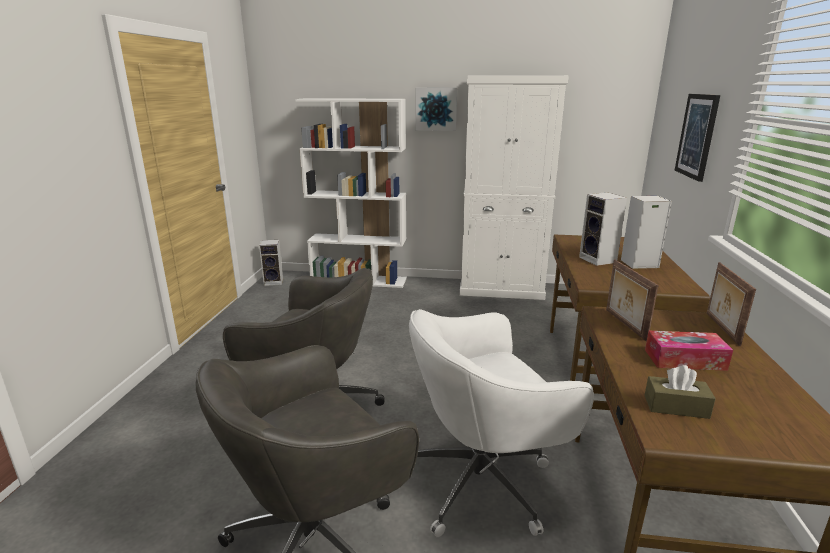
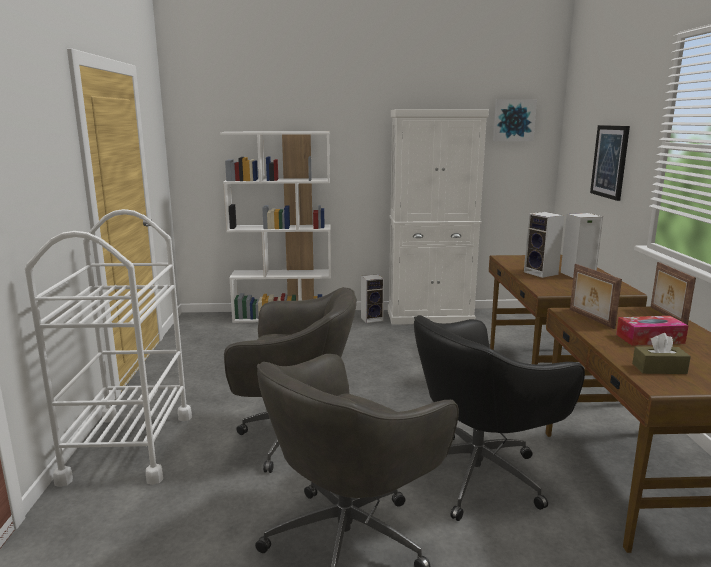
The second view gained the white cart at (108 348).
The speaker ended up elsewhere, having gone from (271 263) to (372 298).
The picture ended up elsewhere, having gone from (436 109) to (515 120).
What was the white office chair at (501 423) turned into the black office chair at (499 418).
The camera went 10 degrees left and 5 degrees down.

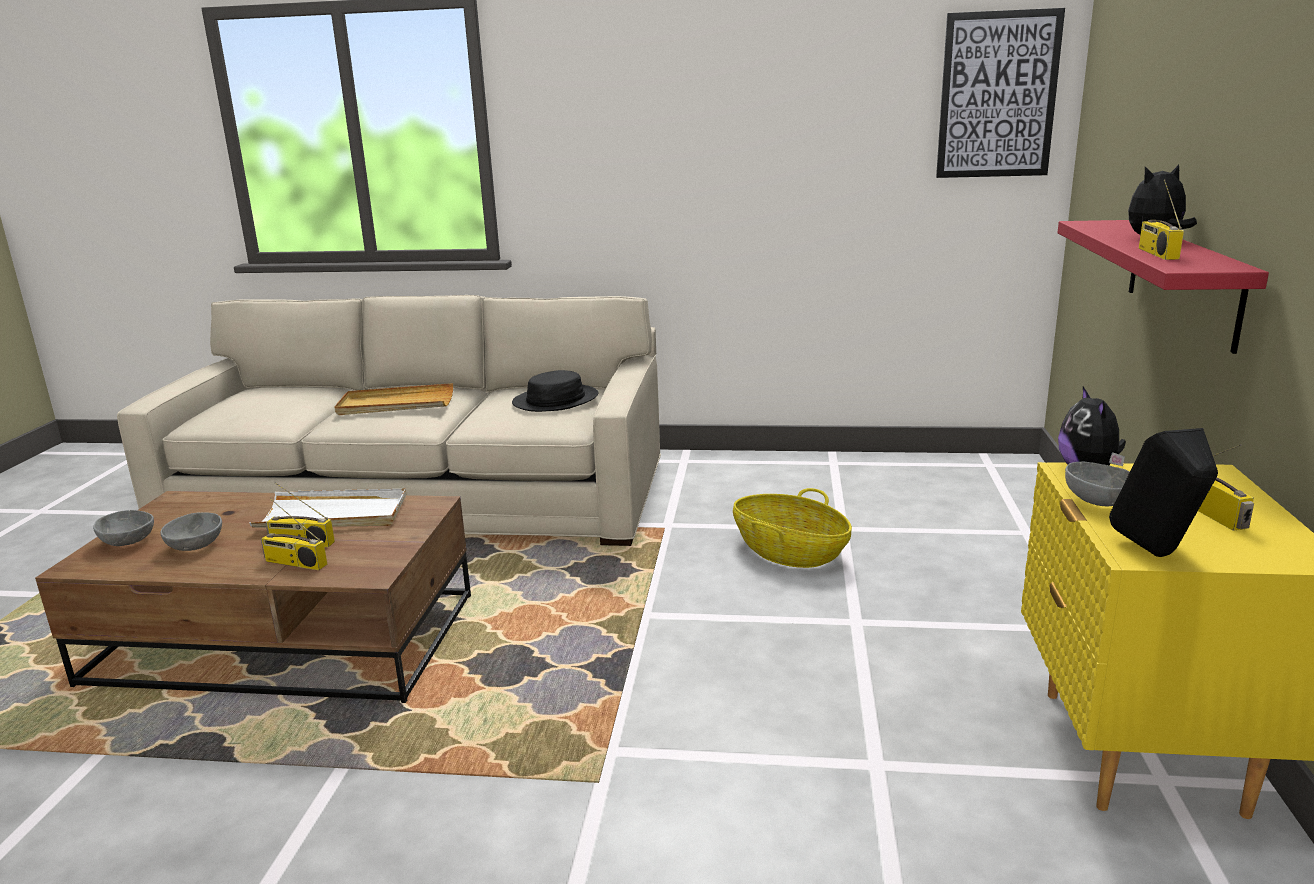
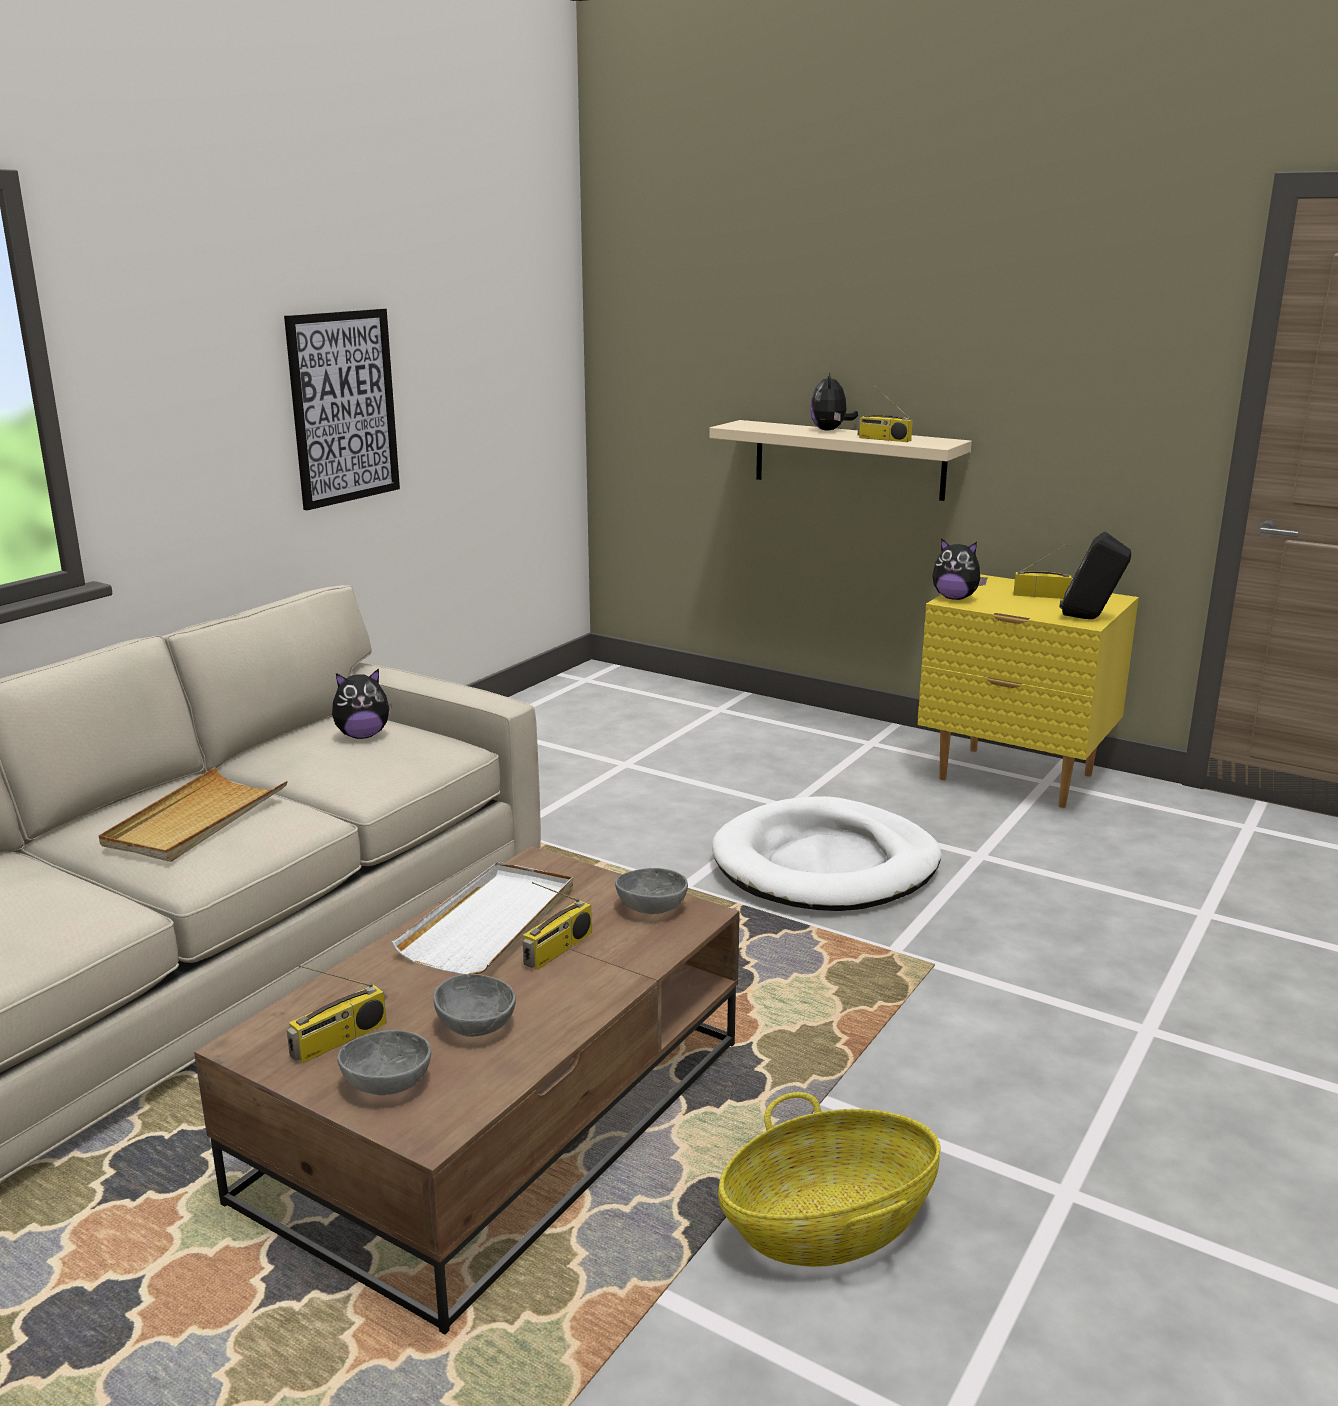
The second view gained the white dog bed at (826 853).
The radio ended up elsewhere, having gone from (294 534) to (337 1014).
The basket ended up elsewhere, having gone from (792 528) to (829 1179).
The picture ended up elsewhere, having gone from (1000 93) to (342 409).
The grey bowl ended up elsewhere, having gone from (1097 484) to (651 891).
Where the black hat stood at (555 391), the plush toy came to stand at (362 704).
What was the red shelf at (1163 287) turned into the beige shelf at (840 460).
The camera went 65 degrees left and 0 degrees up.

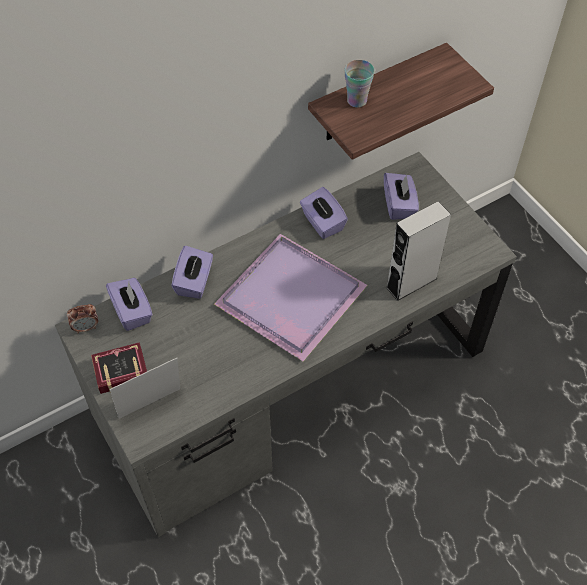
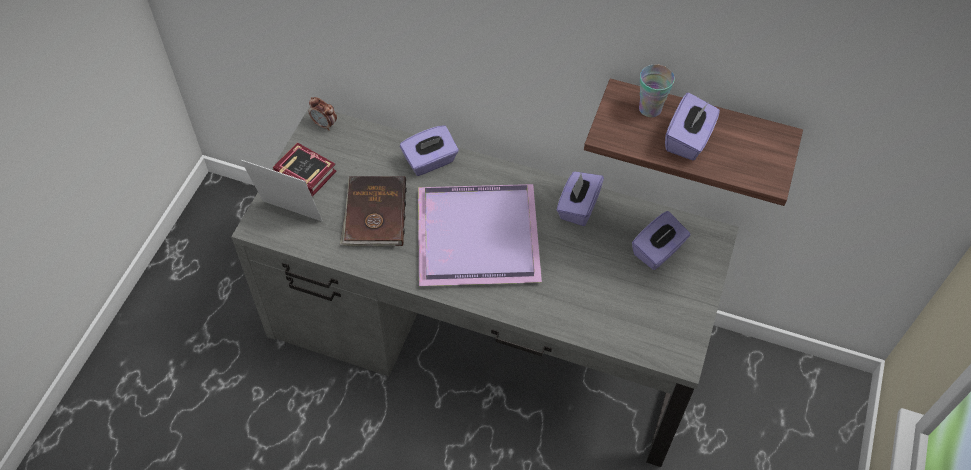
The second view lost the grey speaker at (418 251).
The second view gained the brown book at (373 211).
The purple tissue box ended up elsewhere, having gone from (129 304) to (692 126).
The camera went 50 degrees right and 0 degrees up.

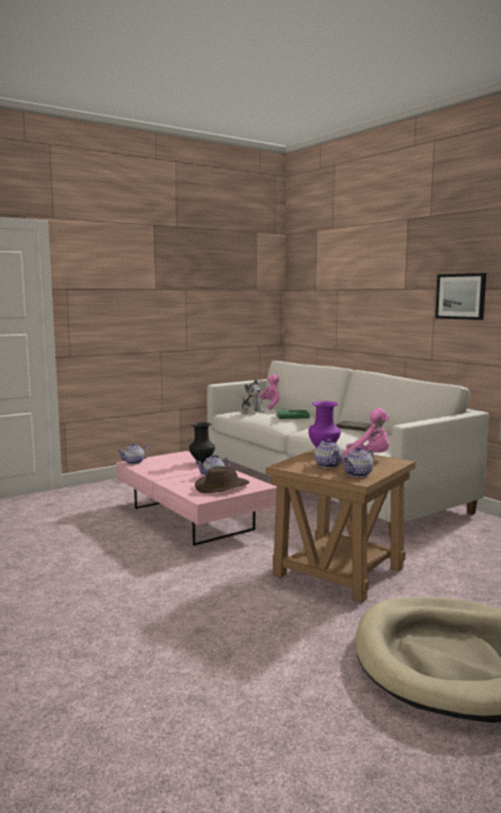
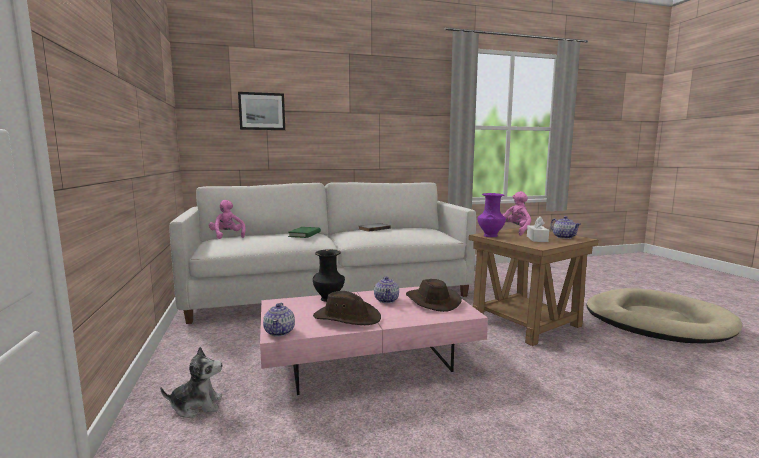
The second view gained the brown hat at (347 308).
The plush toy ended up elsewhere, having gone from (253 397) to (191 382).
The picture ended up elsewhere, having gone from (460 296) to (261 111).
Where the teapot stood at (329 453), the white tissue box came to stand at (538 229).
The camera went 70 degrees left and 0 degrees up.

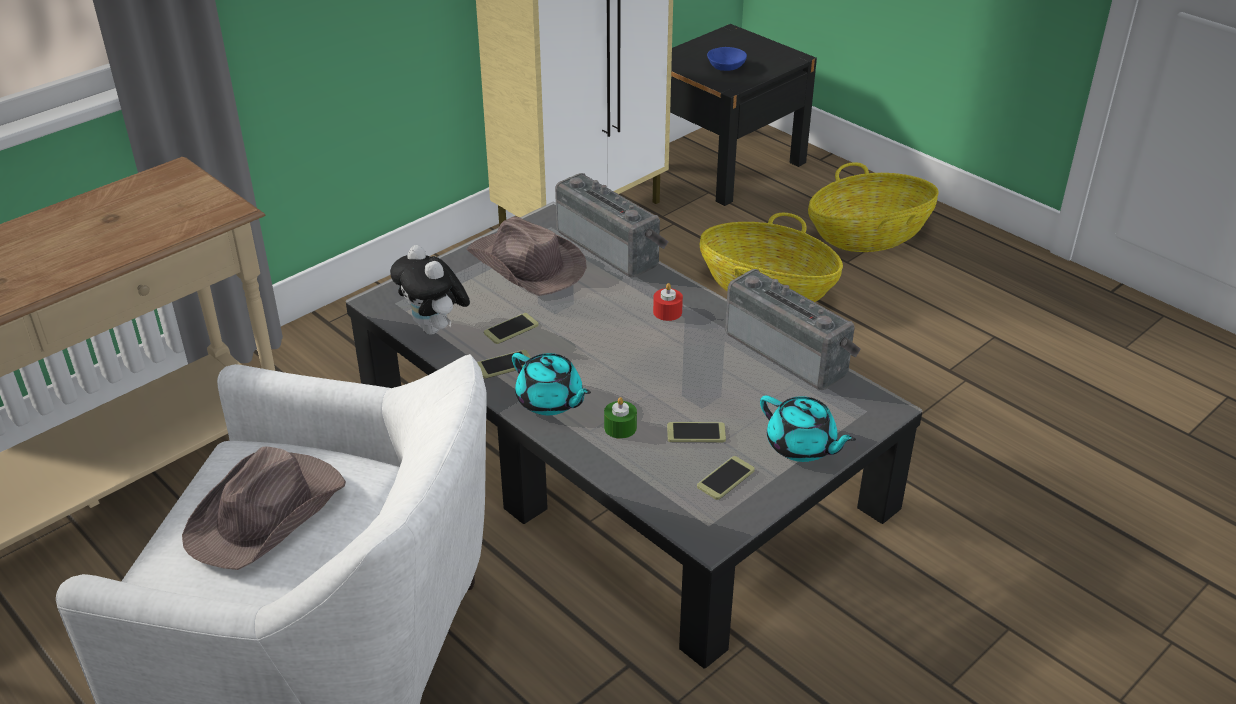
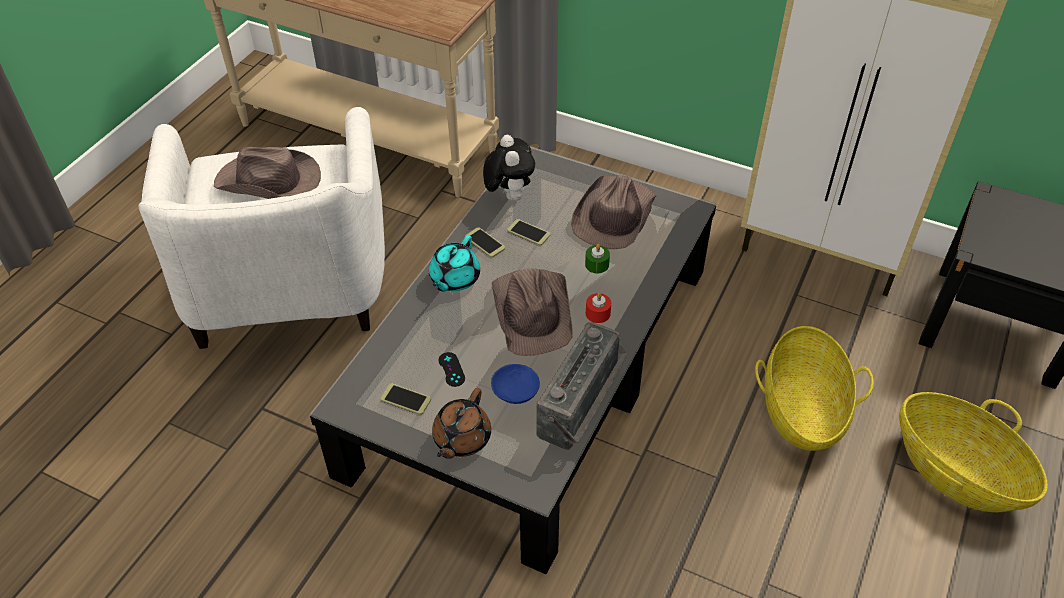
The second view lost the radio at (611 225).
The second view gained the brown hat at (532 312).
The green candle ended up elsewhere, having gone from (620 418) to (597 259).
The blue bowl ended up elsewhere, having gone from (727 59) to (515 384).
Where the phone stood at (696 432), the black game controller came to stand at (451 369).
What was the turquoise teapot at (808 428) turned into the brown teapot at (461 423).
The plush toy at (430 290) ended up facing another way, 135 degrees clockwise from before.
The camera went 70 degrees right and 10 degrees up.

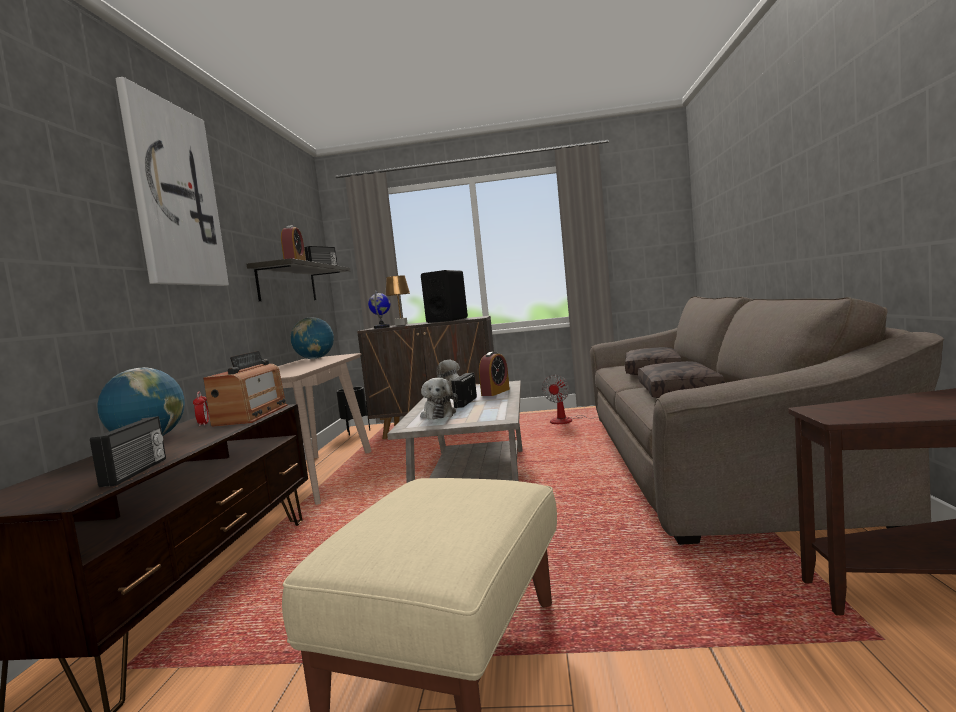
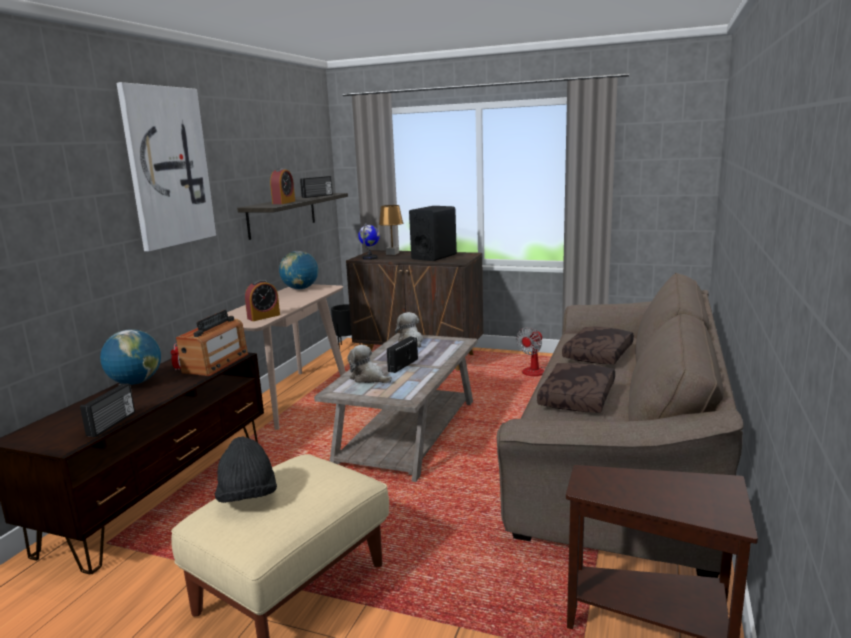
The second view gained the black hat at (246 469).
The alarm clock ended up elsewhere, having gone from (494 374) to (262 300).
The plush toy at (439 398) ended up facing another way, 120 degrees clockwise from before.
The camera went 15 degrees right and 10 degrees up.

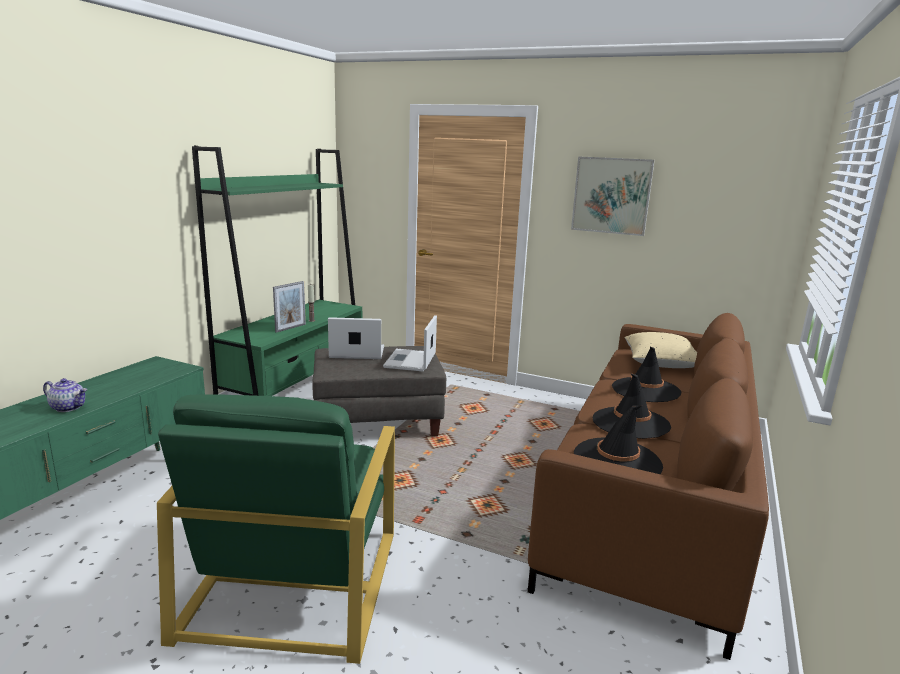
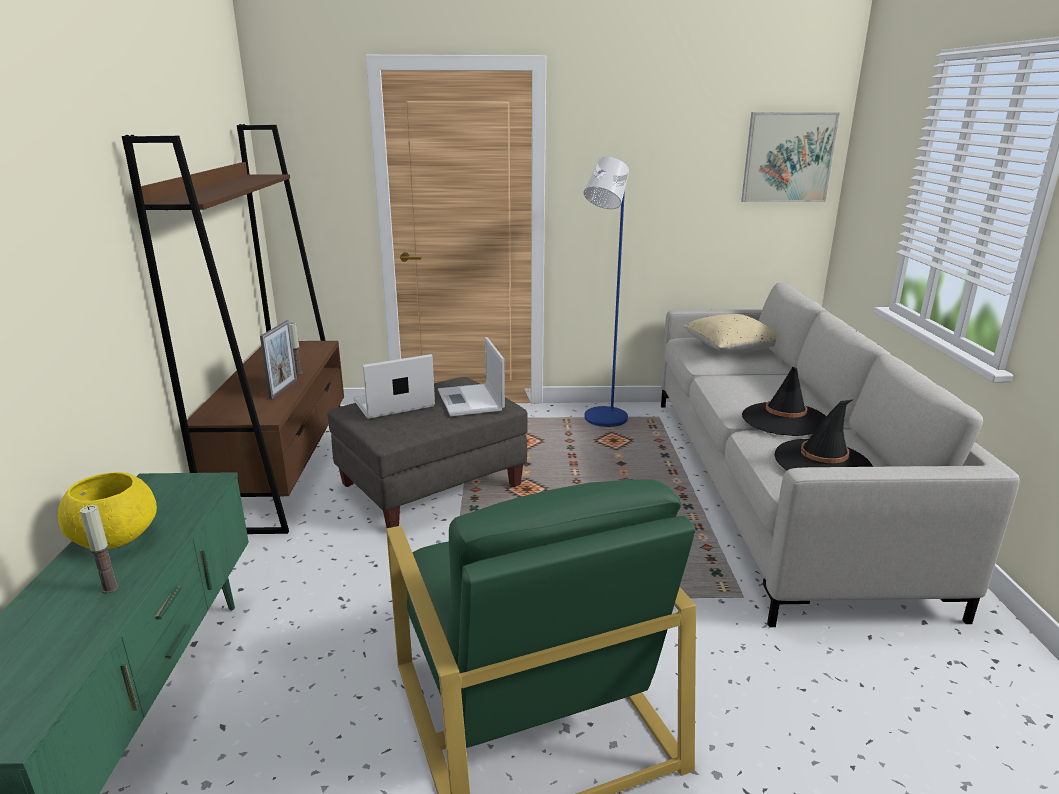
The second view lost the black hat at (646 374).
The second view gained the yellow bowl at (107 510).
The second view gained the blue floor lamp at (606 292).
The picture ended up elsewhere, having gone from (613 196) to (790 157).
Where the teapot stood at (65 395), the candle came to stand at (99 549).
What was the green bookcase at (277 271) turned into the brown bookcase at (233 329).
What was the brown sofa at (648 486) turned into the grey sofa at (840 455).
The camera went 25 degrees left and 5 degrees up.

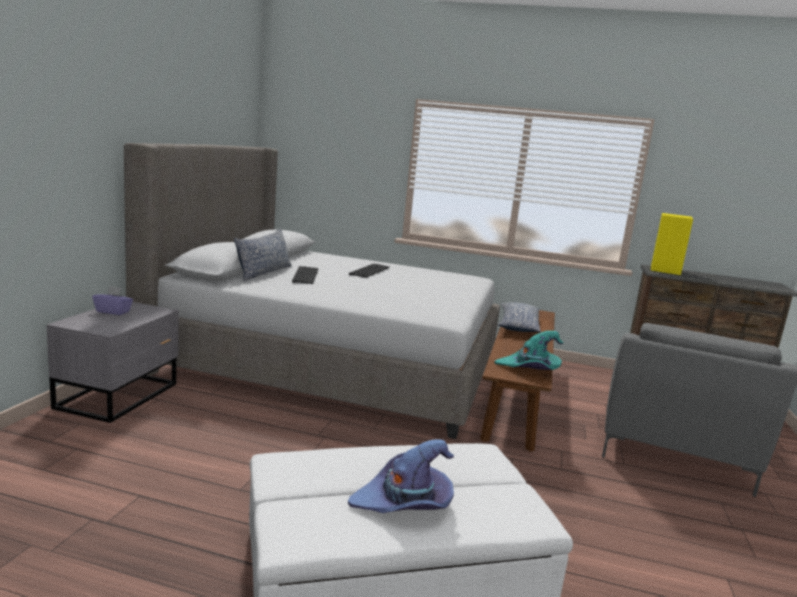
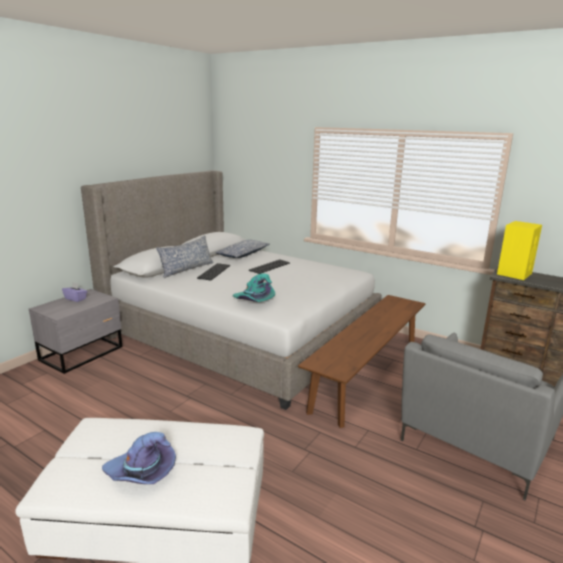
The turquoise hat ended up elsewhere, having gone from (528 350) to (254 287).
The pillow ended up elsewhere, having gone from (519 317) to (242 249).
The camera went 20 degrees right and 5 degrees up.

